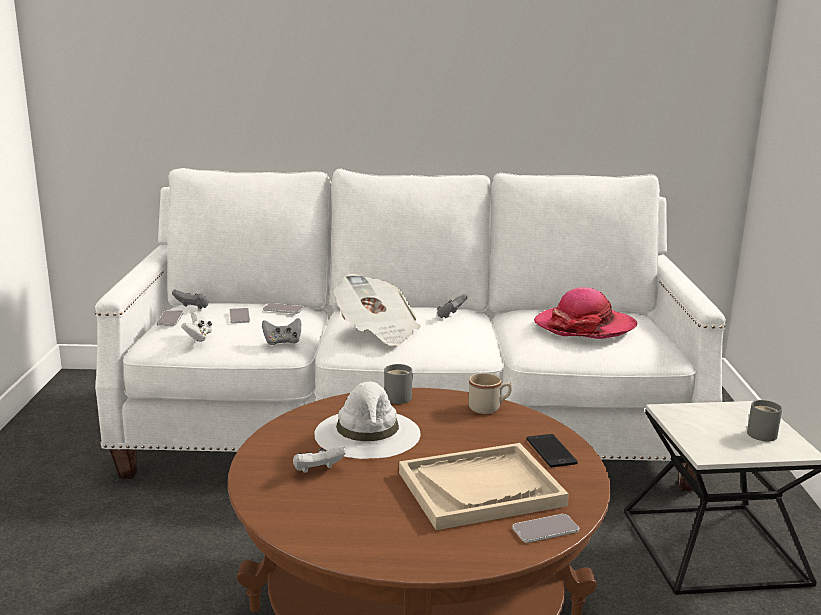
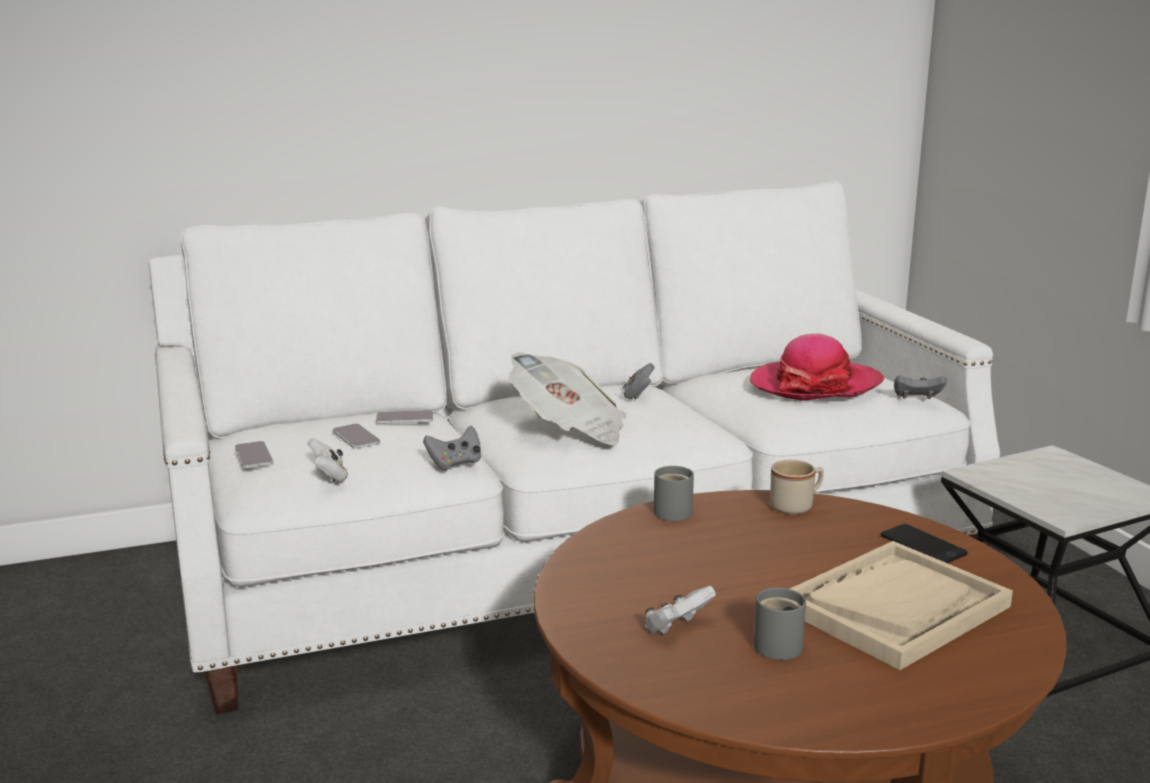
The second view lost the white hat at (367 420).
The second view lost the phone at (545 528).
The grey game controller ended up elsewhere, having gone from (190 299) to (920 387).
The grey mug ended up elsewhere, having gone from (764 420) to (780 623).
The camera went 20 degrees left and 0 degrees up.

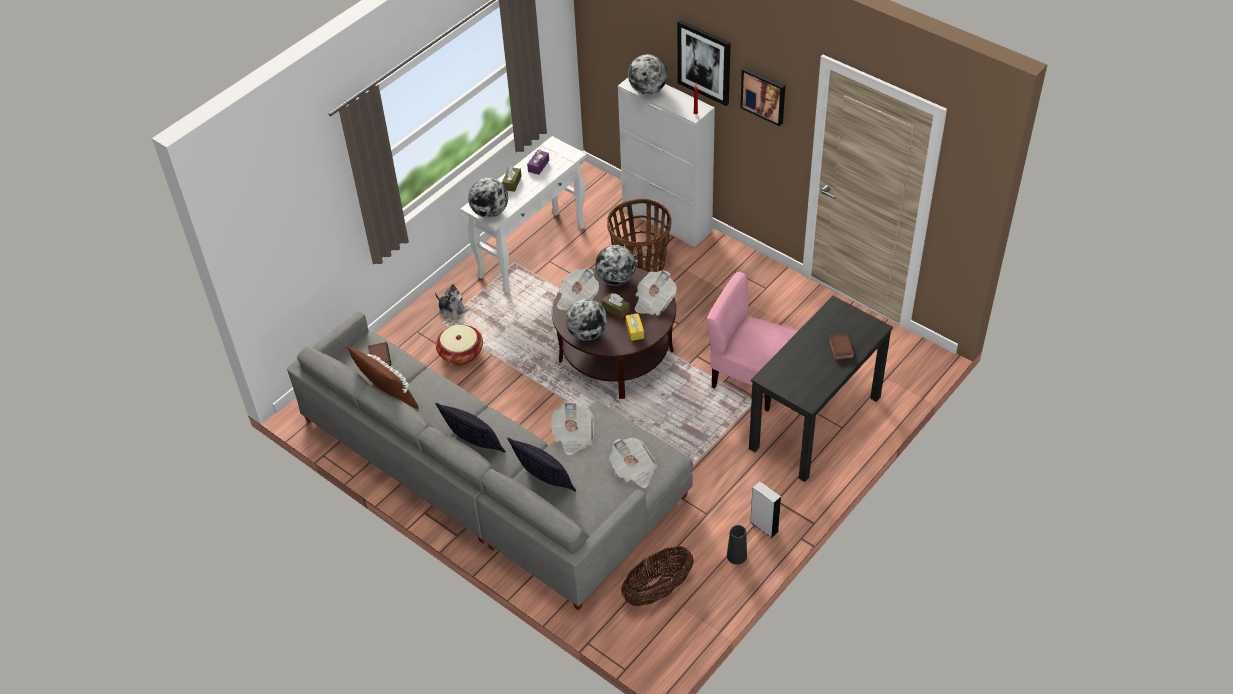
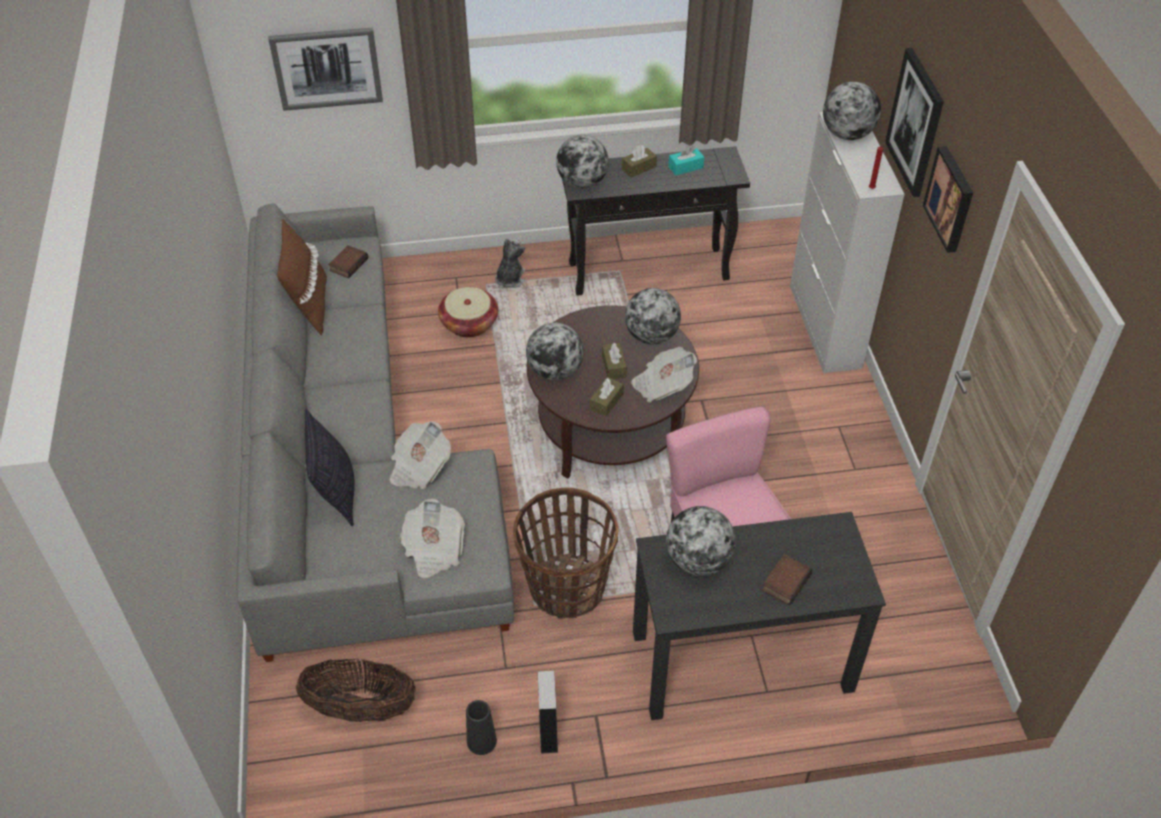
The second view lost the pillow at (470 428).
The second view lost the newspaper at (578 289).
The second view gained the picture at (325 69).
The second view gained the globe at (701 541).
The basket ended up elsewhere, having gone from (639 235) to (565 553).
What was the white console table at (523 215) turned into the black console table at (656 221).
What was the purple tissue box at (538 162) turned into the turquoise tissue box at (686 161).
What was the yellow tissue box at (635 327) turned into the brown tissue box at (607 396).
The plush toy at (451 302) ended up facing another way, 150 degrees counterclockwise from before.
The camera went 40 degrees right and 0 degrees up.

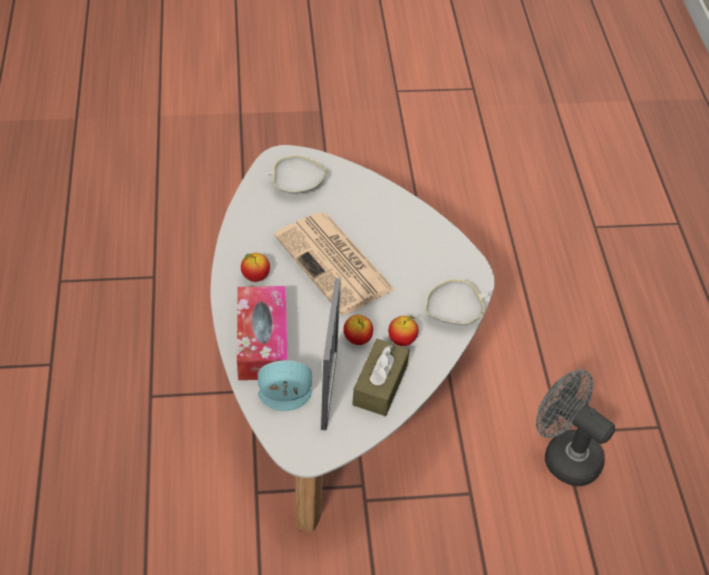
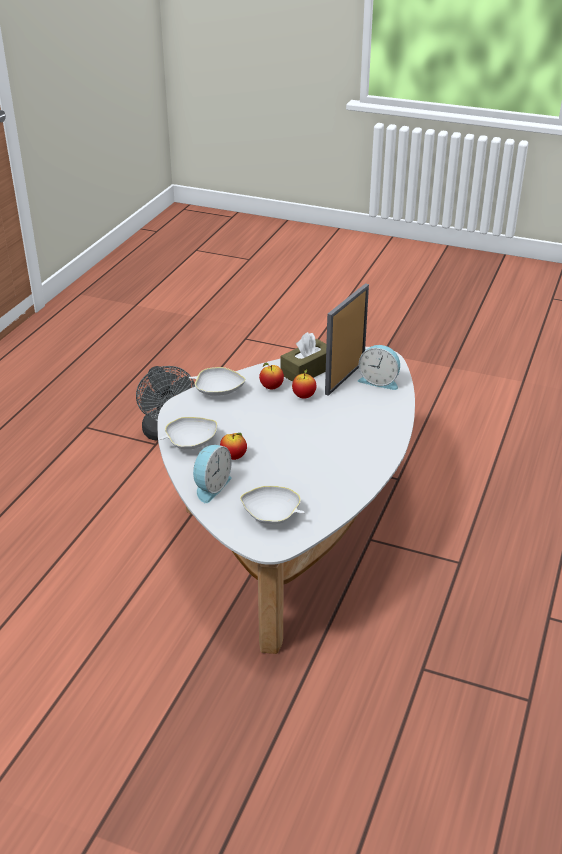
The second view lost the tissue box at (262 333).
The second view lost the newspaper at (334 263).
The second view gained the white bowl at (188 433).
The second view gained the alarm clock at (212 474).
The apple ended up elsewhere, having gone from (255 267) to (233 446).
The camera went 150 degrees left and 15 degrees down.

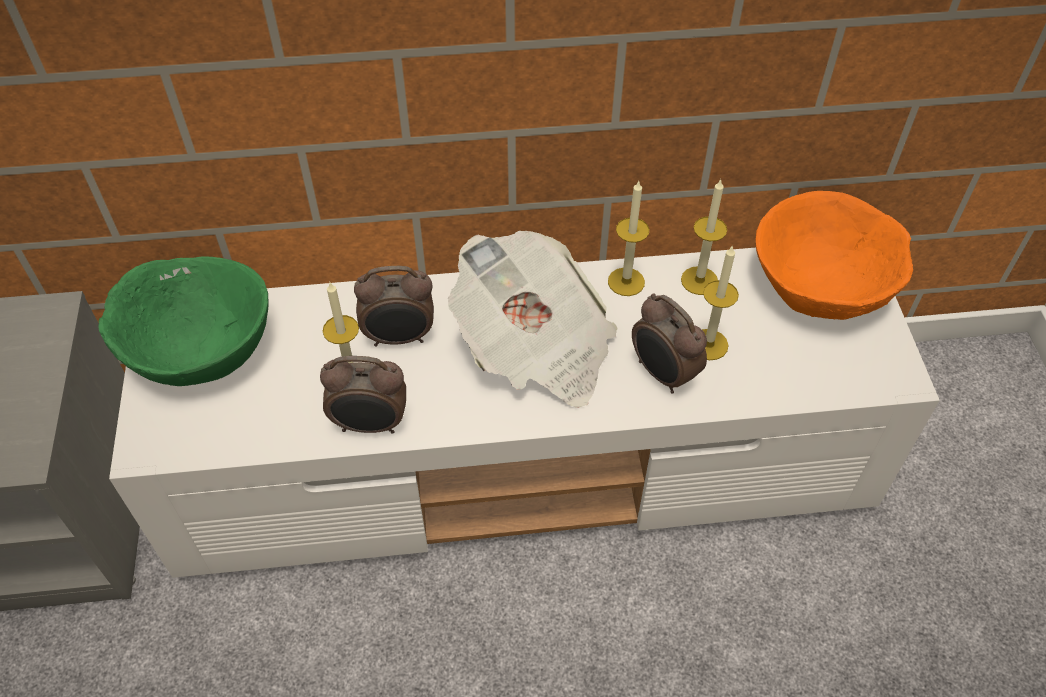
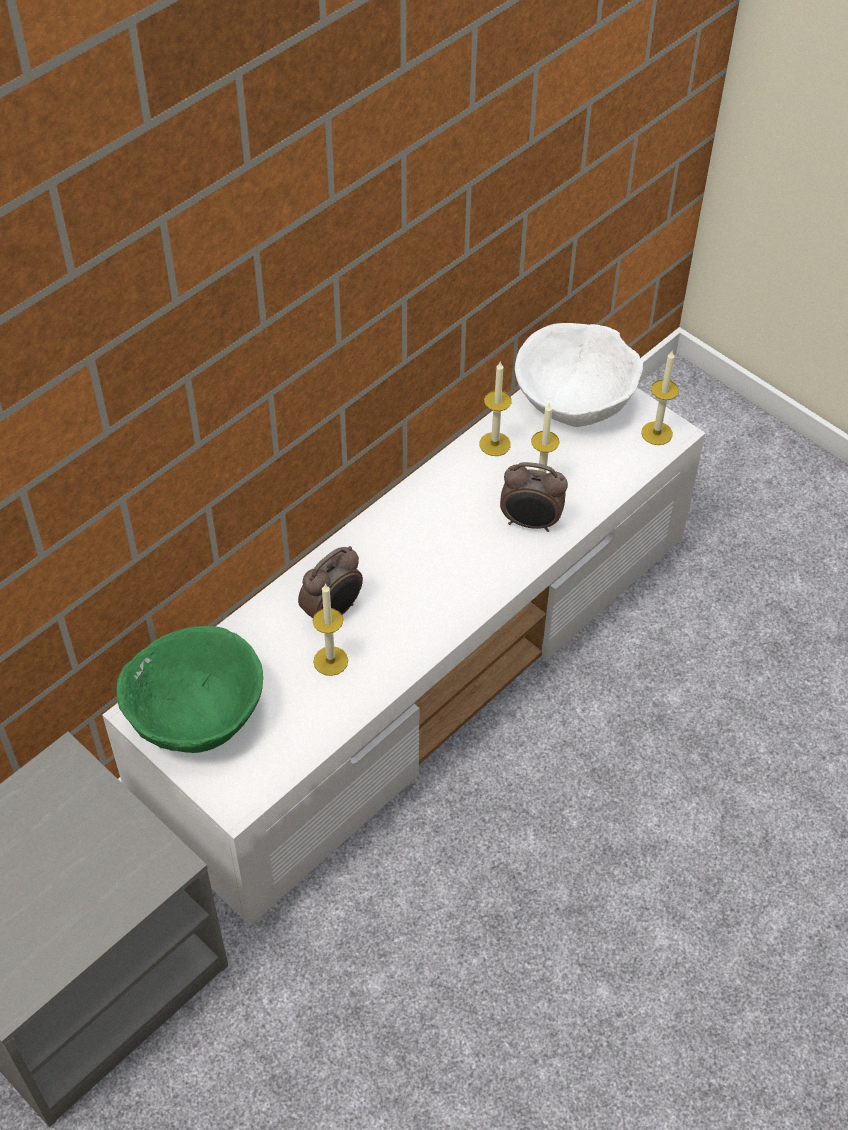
The second view lost the alarm clock at (363 395).
The second view lost the newspaper at (533 319).
The candle ended up elsewhere, having gone from (628 238) to (660 398).
What was the orange bowl at (834 255) turned into the white bowl at (579 375).
The camera went 40 degrees left and 0 degrees up.

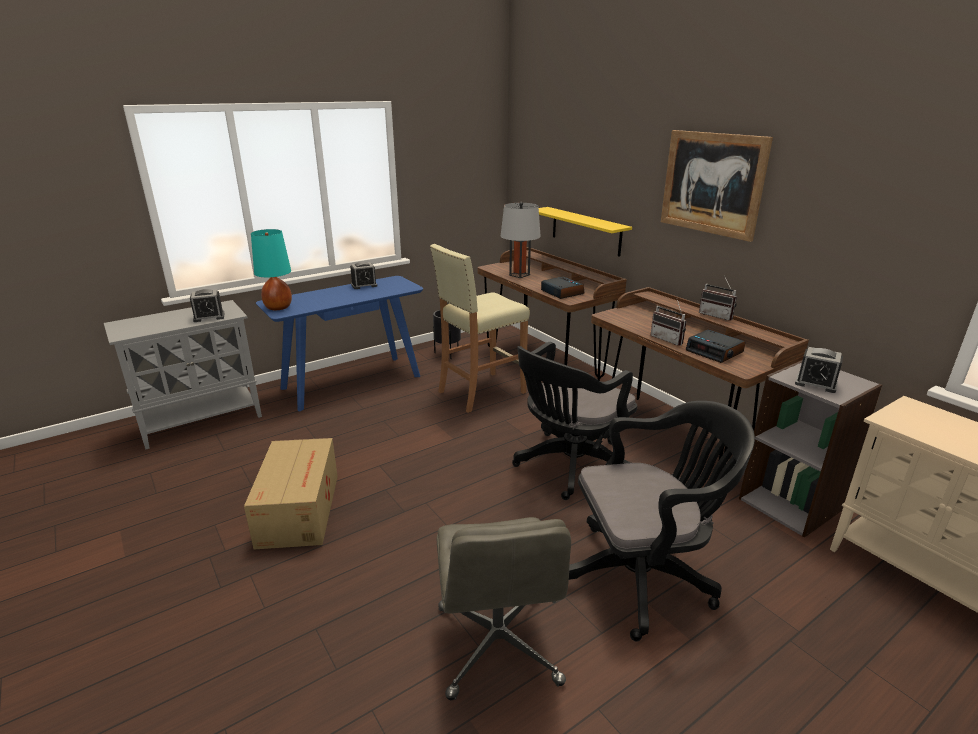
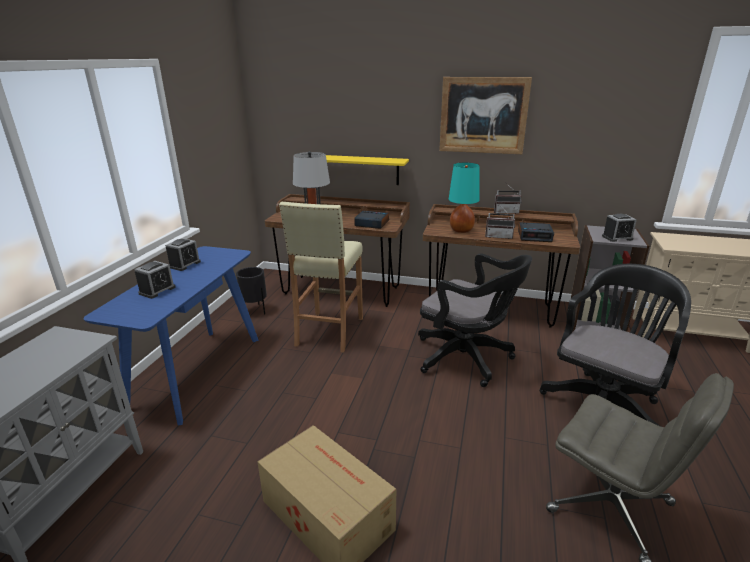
The alarm clock ended up elsewhere, having gone from (207 305) to (155 280).
The turquoise table lamp ended up elsewhere, having gone from (271 269) to (464 198).
The black office chair at (574 421) ended up facing another way, 60 degrees counterclockwise from before.
The camera went 40 degrees left and 0 degrees up.

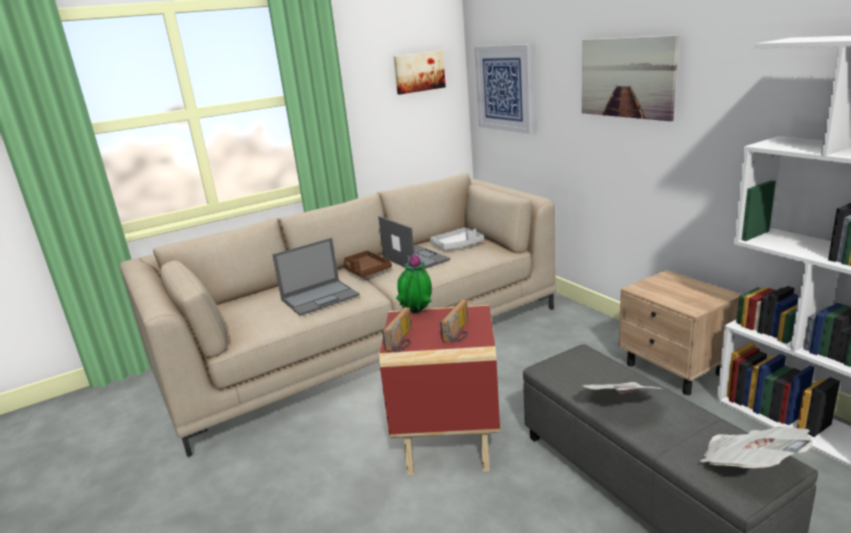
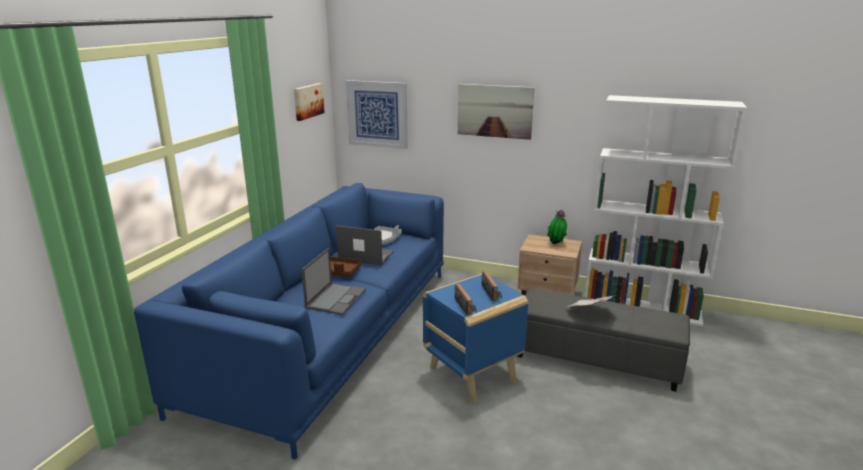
The second view lost the newspaper at (756 447).
The potted plant ended up elsewhere, having gone from (414 283) to (557 227).
What was the beige sofa at (338 315) turned into the blue sofa at (289 321).
What was the red side table at (439 390) turned into the blue side table at (475 338).
The camera went 40 degrees left and 0 degrees up.

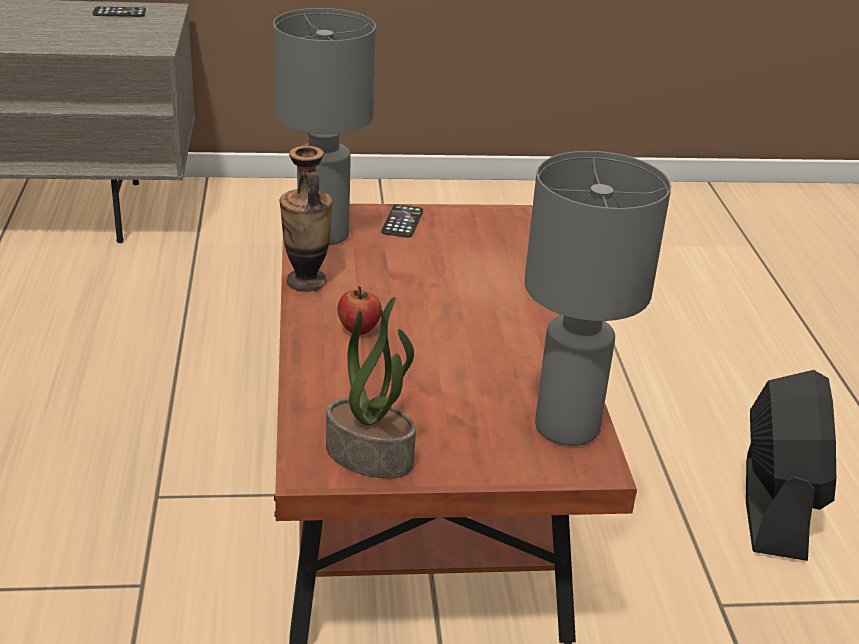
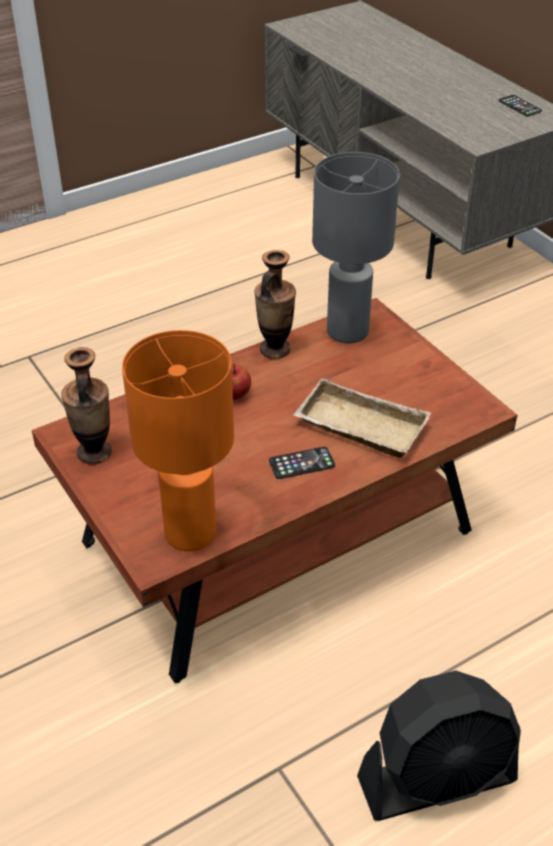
The second view gained the beige tray at (362 418).
The phone ended up elsewhere, having gone from (402 221) to (302 463).
Where the potted plant stood at (371 387), the vase came to stand at (86 405).
What was the grey table lamp at (597 298) turned into the orange table lamp at (178 441).
The camera went 65 degrees right and 10 degrees up.

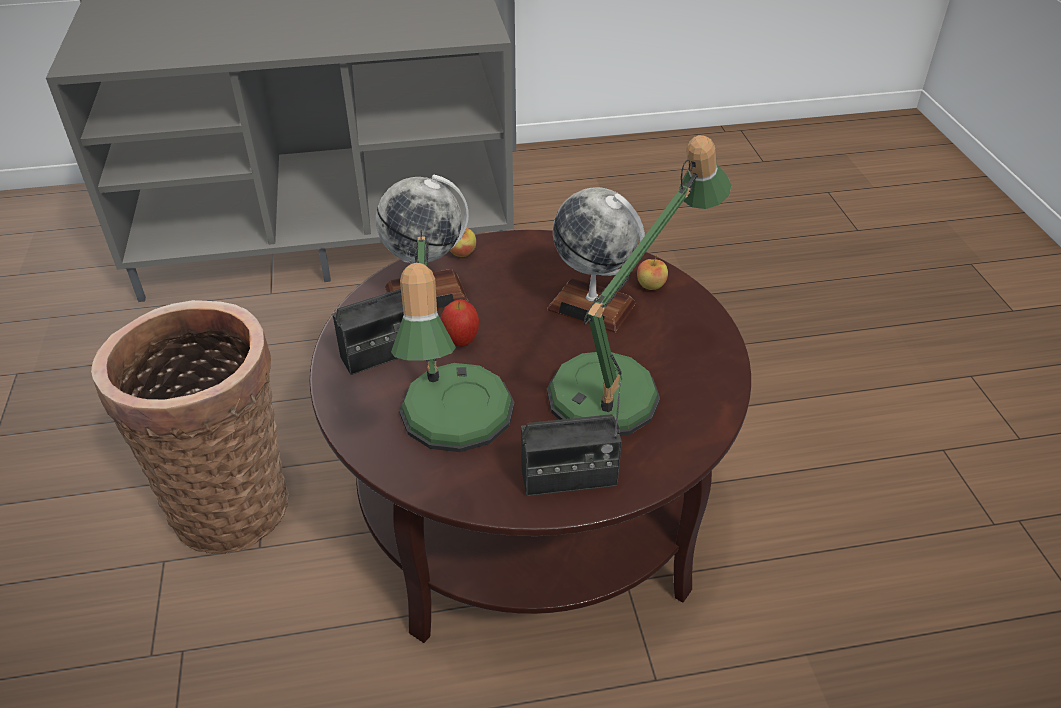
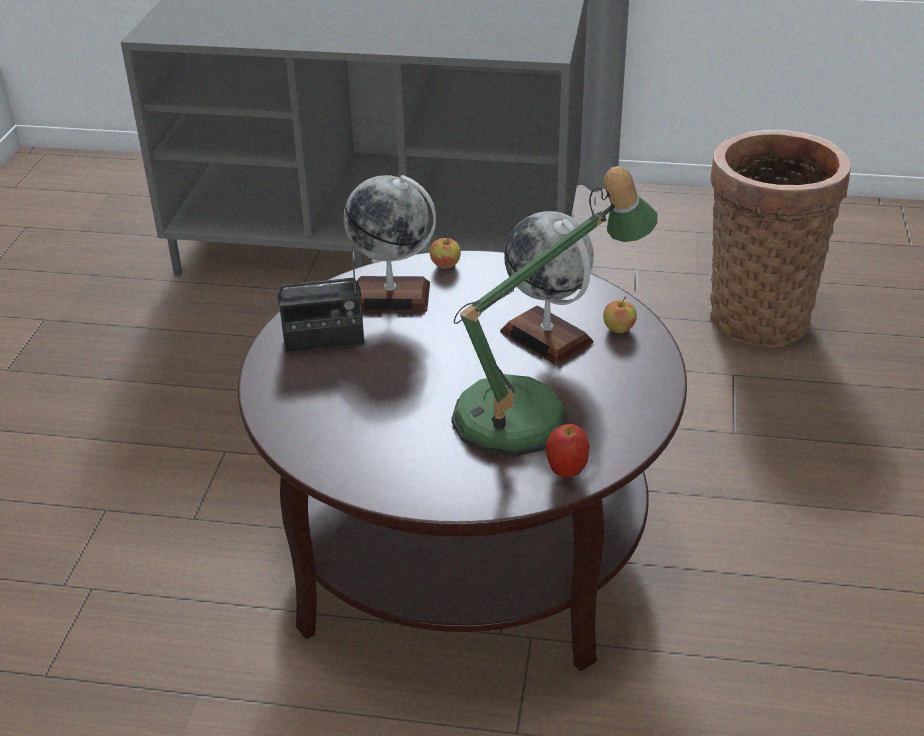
The second view lost the table lamp at (452 341).
The second view lost the radio at (571 439).
The basket ended up elsewhere, having gone from (190 427) to (780 239).
The apple ended up elsewhere, having gone from (460 323) to (568 451).
The camera went 20 degrees right and 5 degrees down.

